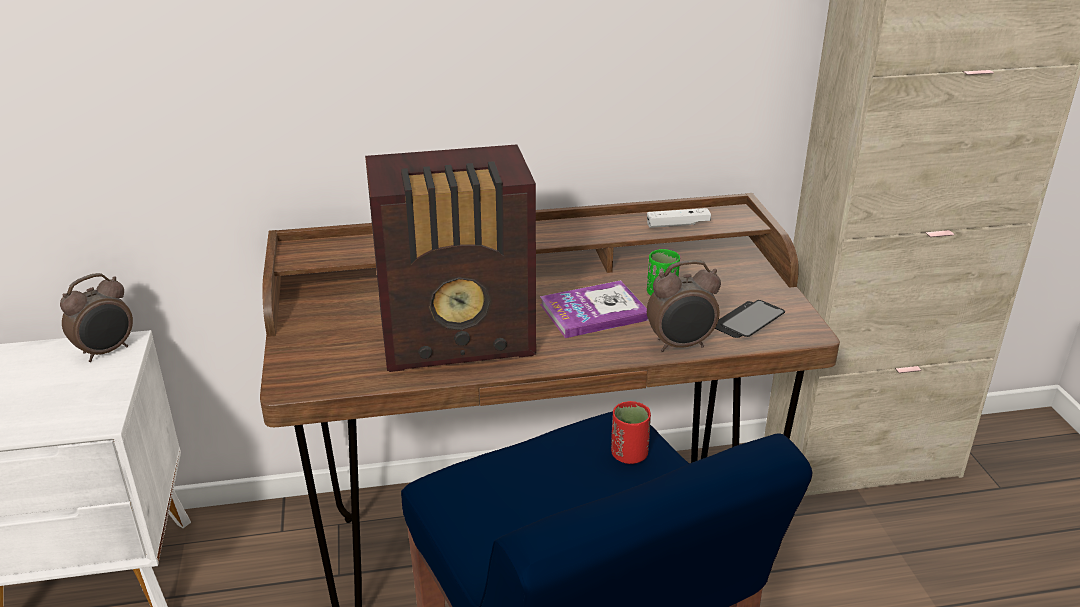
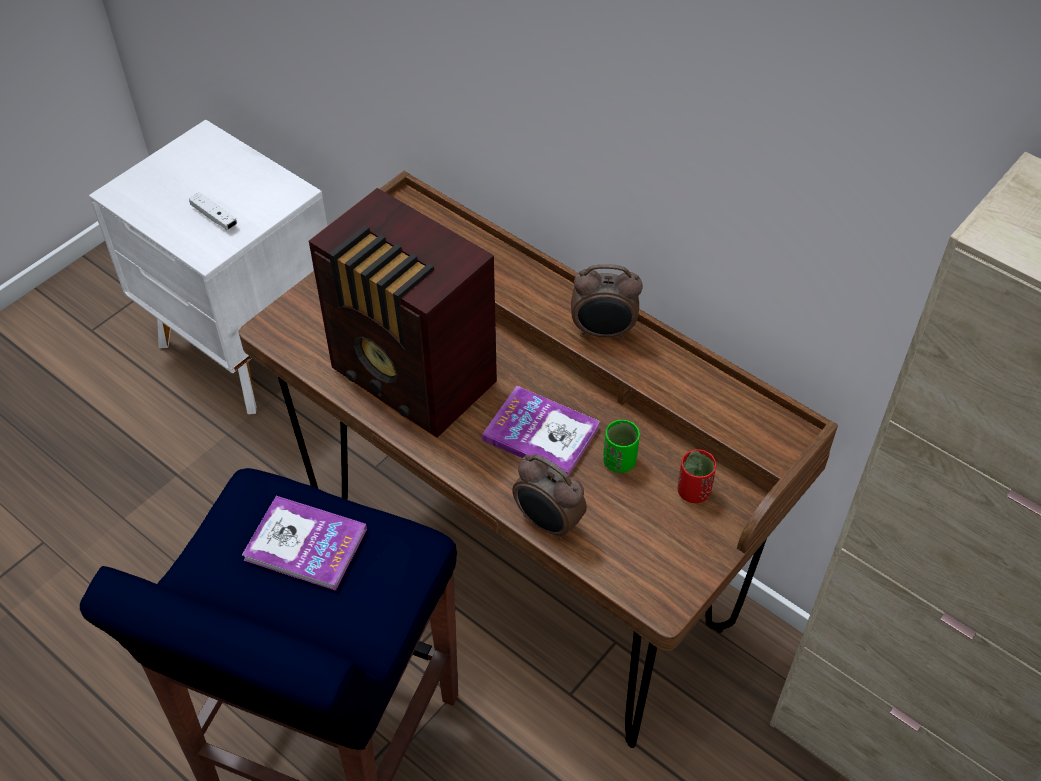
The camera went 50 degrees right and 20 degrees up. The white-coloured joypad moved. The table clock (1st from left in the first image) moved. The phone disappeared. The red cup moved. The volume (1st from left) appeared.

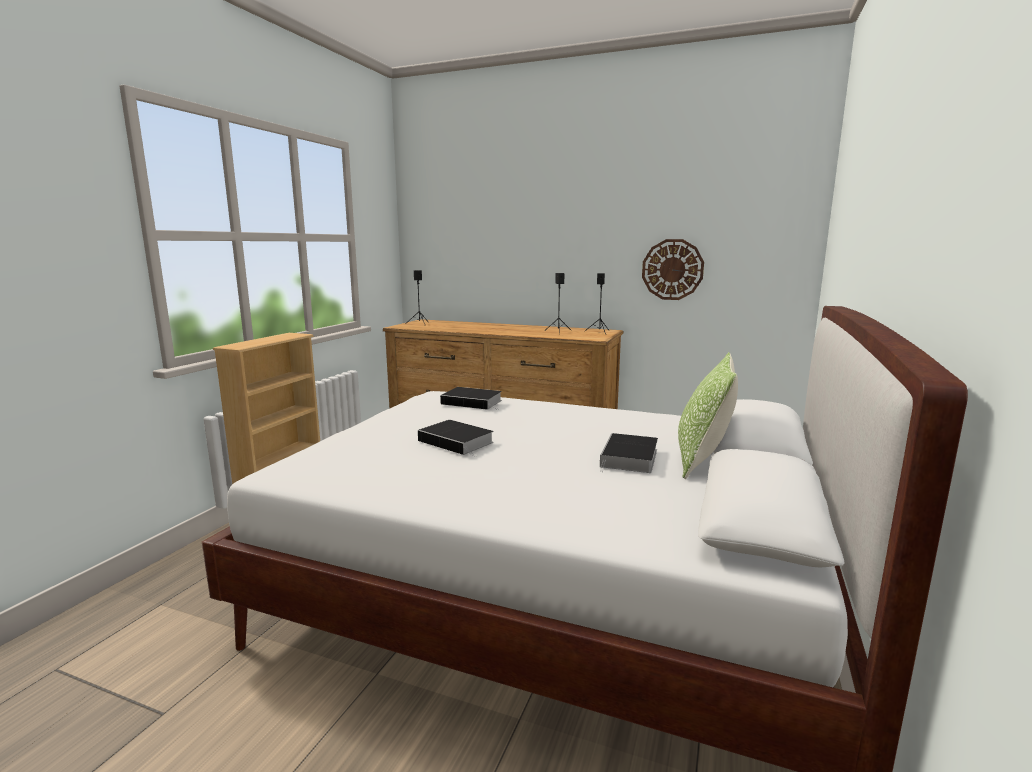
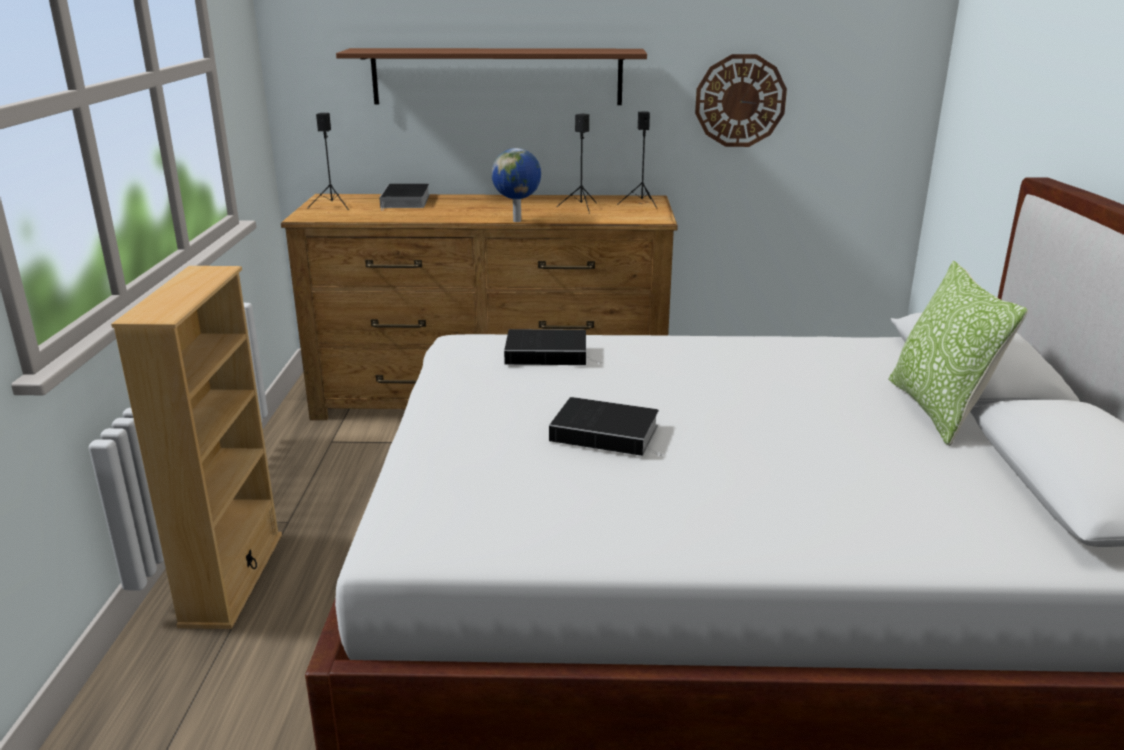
The camera went 20 degrees left and 10 degrees up. The volume (3rd from left in the first image) moved. The brown-coloured wall shelf appeared. The globe appeared.

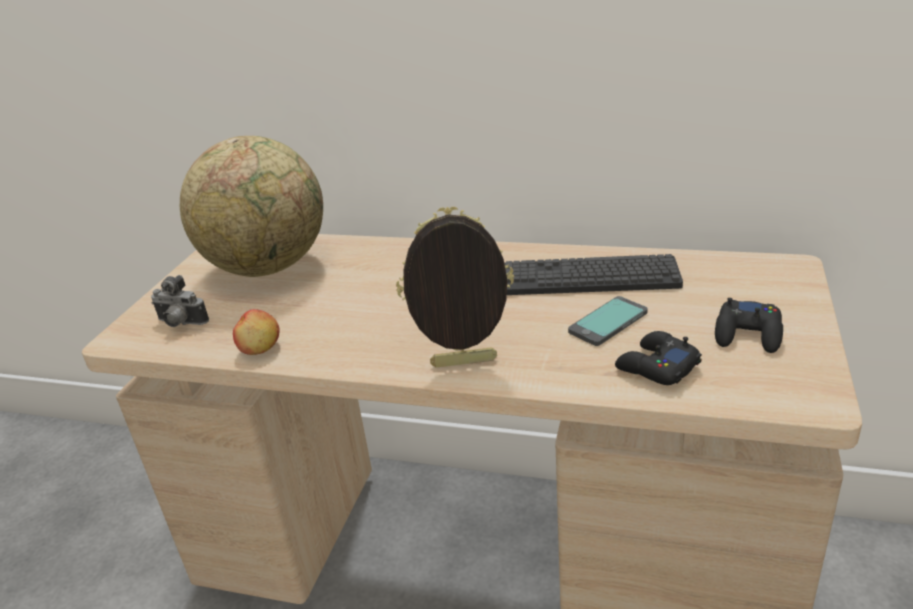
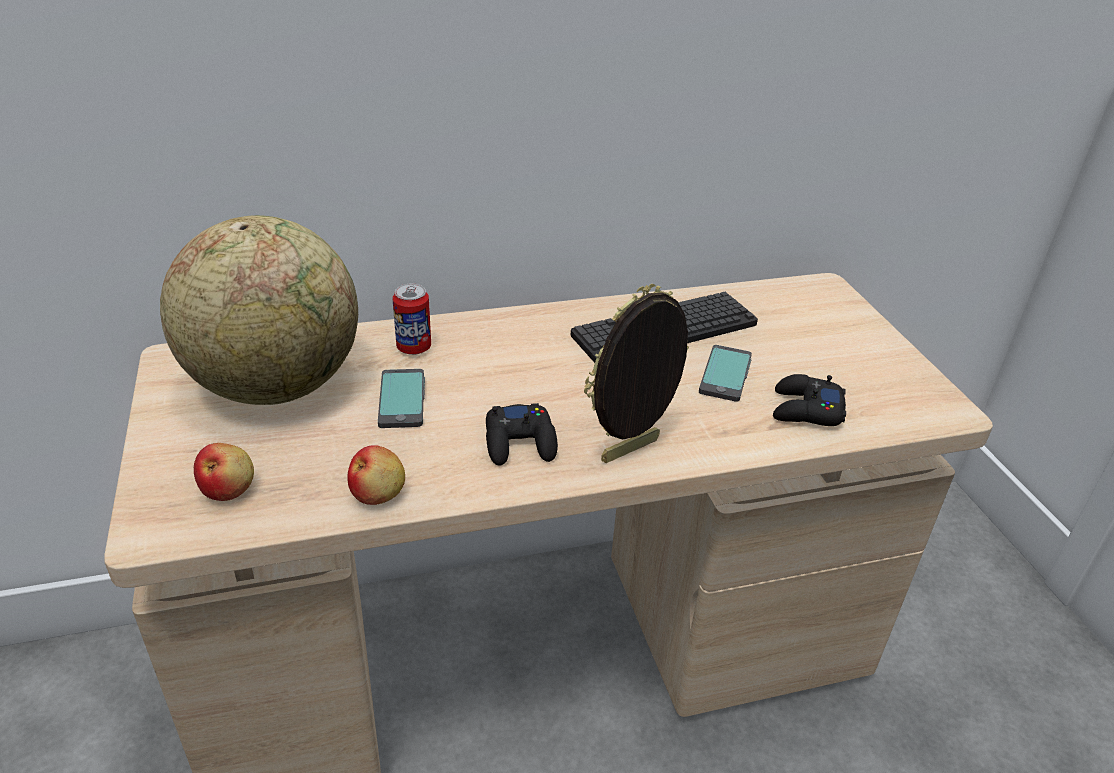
The camera went 35 degrees left and 5 degrees up. The still camera was replaced by the whole apple (1st from left). The blackish joypad (2nd from left in the first image) moved. The metal can appeared. The phone (1st from left) appeared.

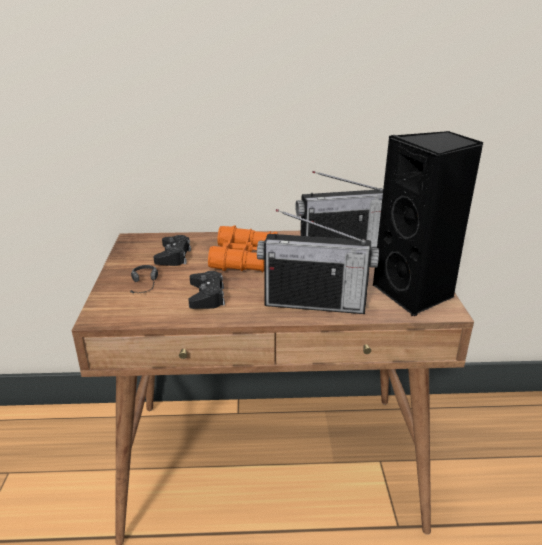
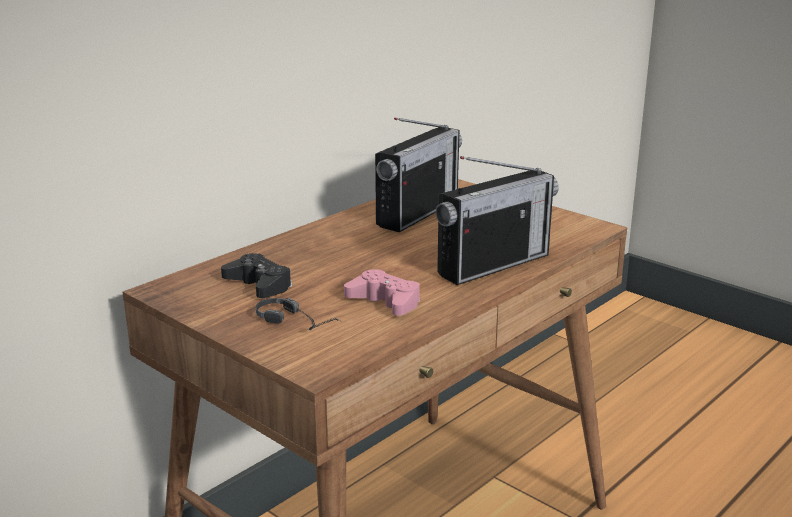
The camera went 45 degrees left and 5 degrees down. The blackish audio speaker disappeared. The orangey binoculars disappeared. The blackish joypad (2nd from left) became the pink-coloured joypad.

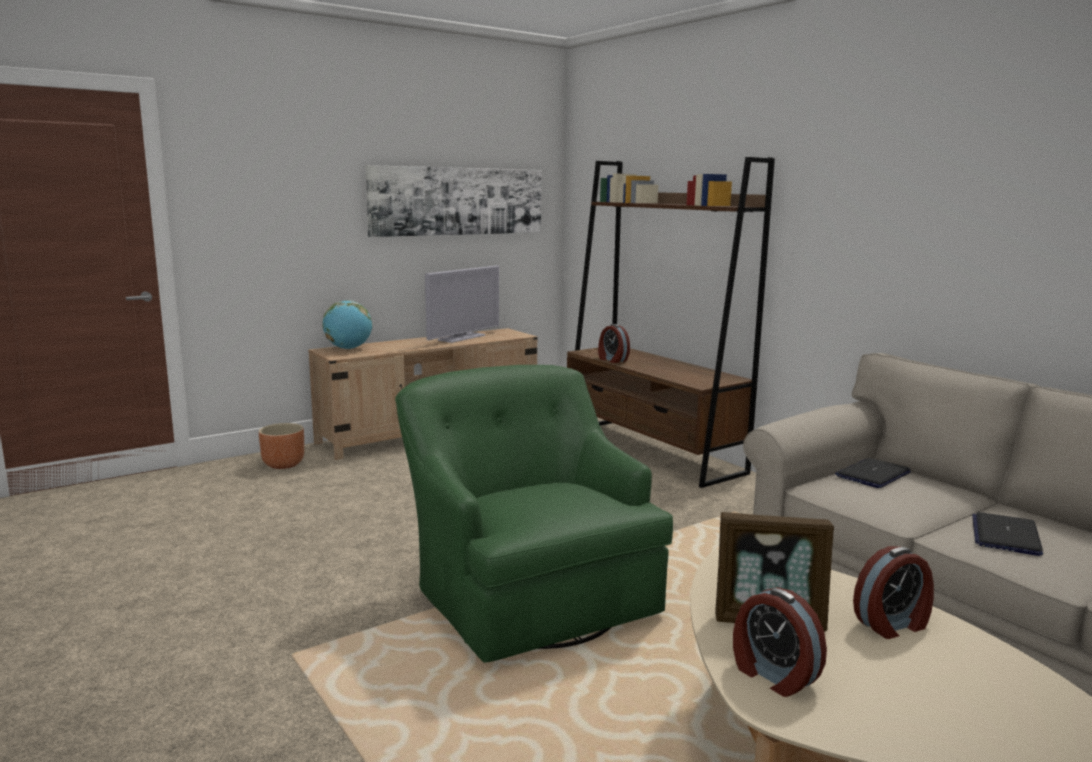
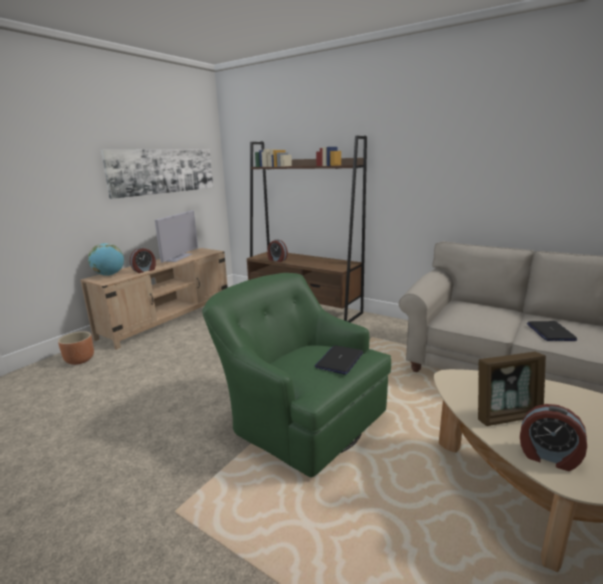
The camera went 20 degrees left and 5 degrees up. The portable computer (1st from left) moved. The table clock (3rd from left in the first image) moved.

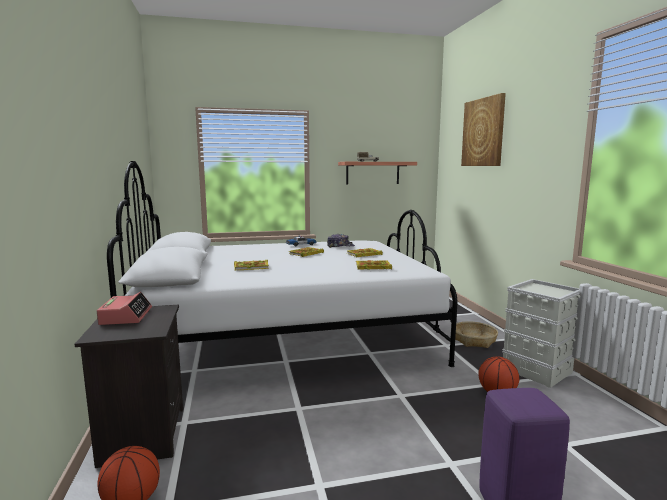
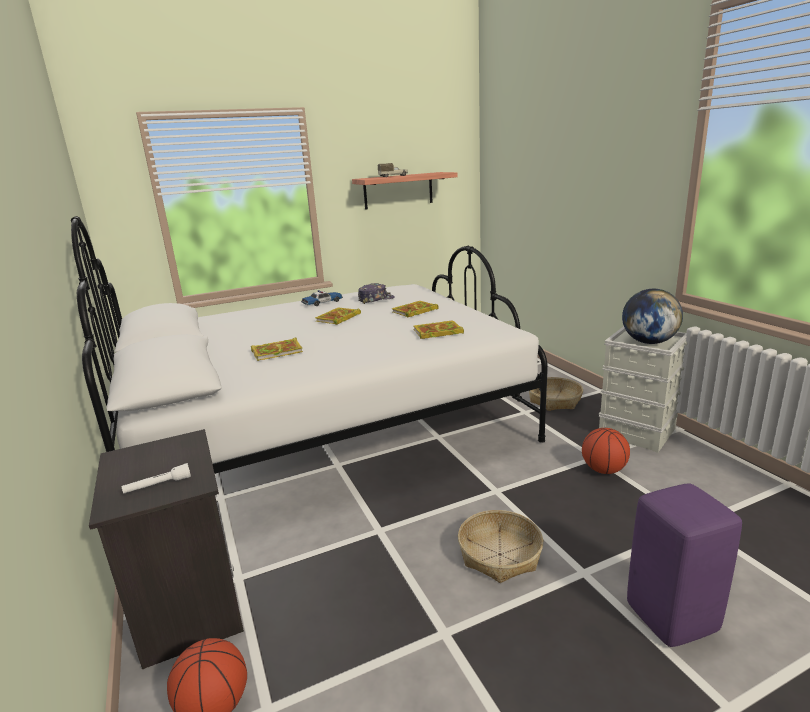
The camera went 10 degrees left and 10 degrees up. The wall picture disappeared. The table clock disappeared. The globe appeared. The white-coloured flashlight appeared. The storage basket (1st from left) appeared.

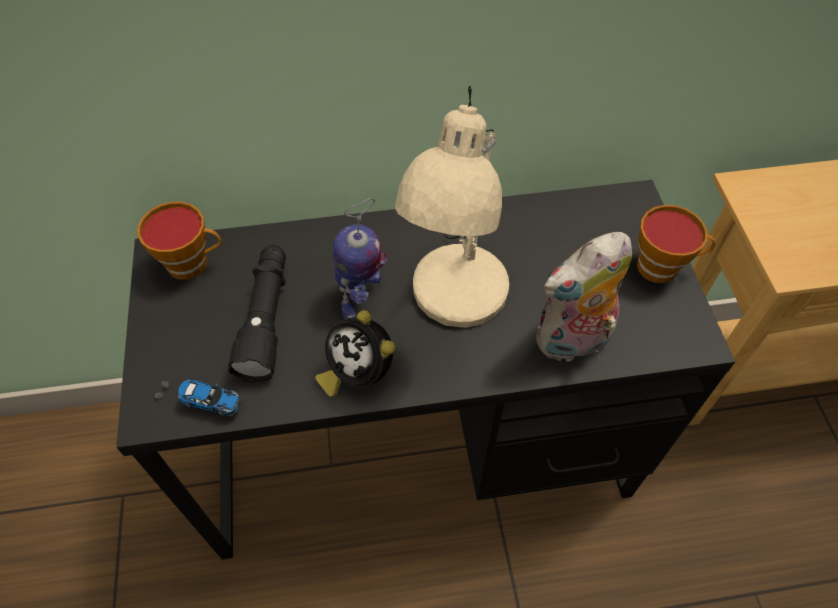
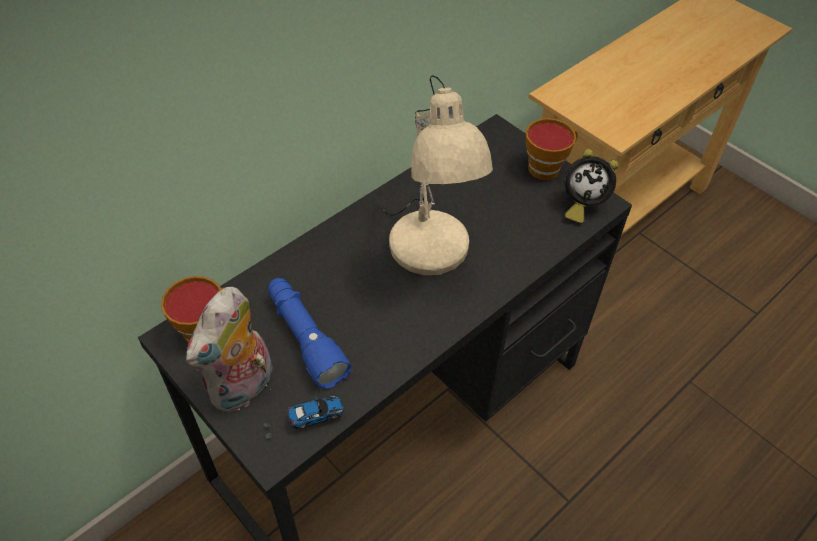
The camera went 35 degrees left and 5 degrees down. The model robot disappeared. The soft toy moved. The blackish flashlight became the blue flashlight. The table clock moved.

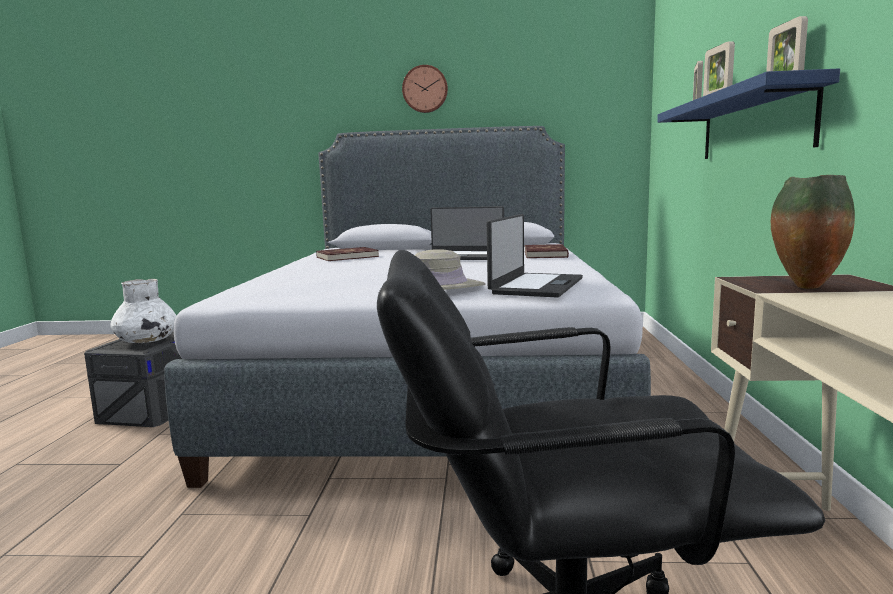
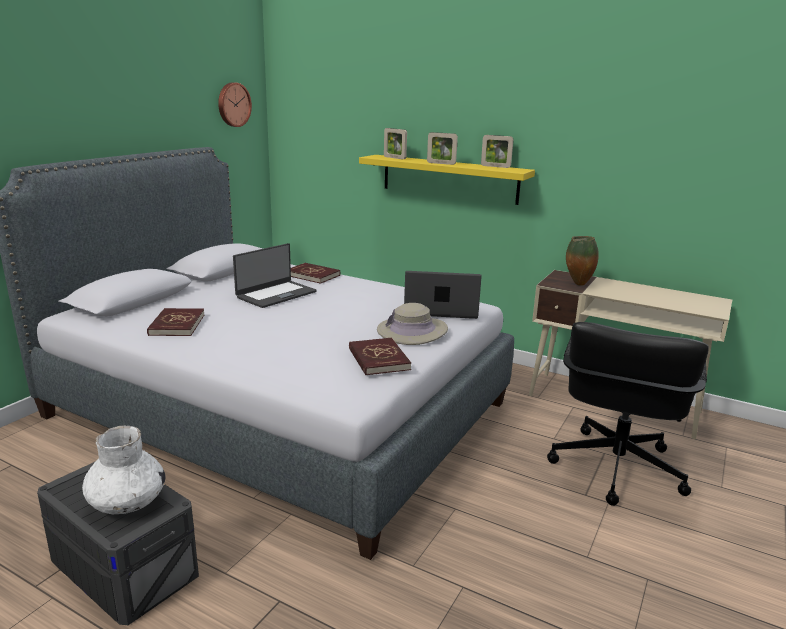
The camera went 65 degrees left and 10 degrees up. The hanging clock moved. The blue wall shelf became the yellow wall shelf. The portable computer (2nd from left) turned 45 degrees counterclockwise. The red volume (3rd from left) appeared.

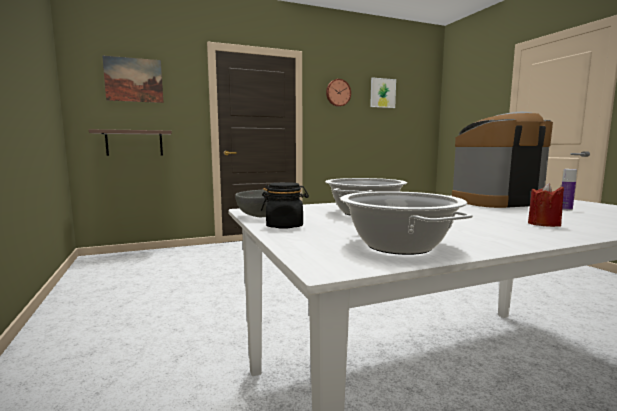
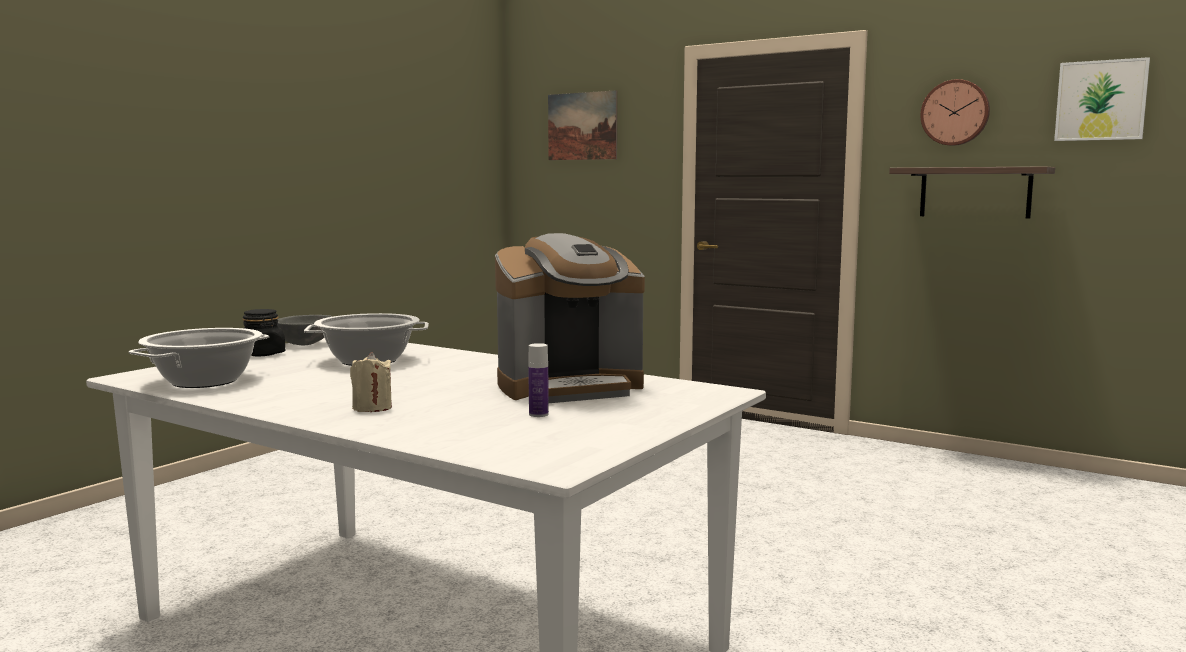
The camera went 55 degrees right and 0 degrees up. The coffee machine turned 120 degrees clockwise. The wall shelf moved. The red wax candle became the sand-coloured wax candle.

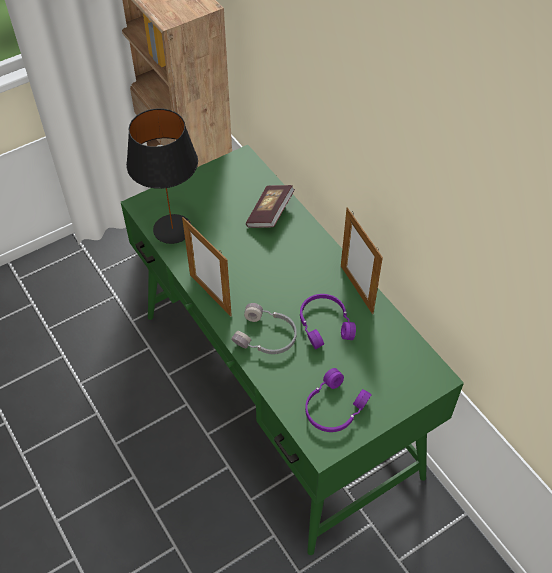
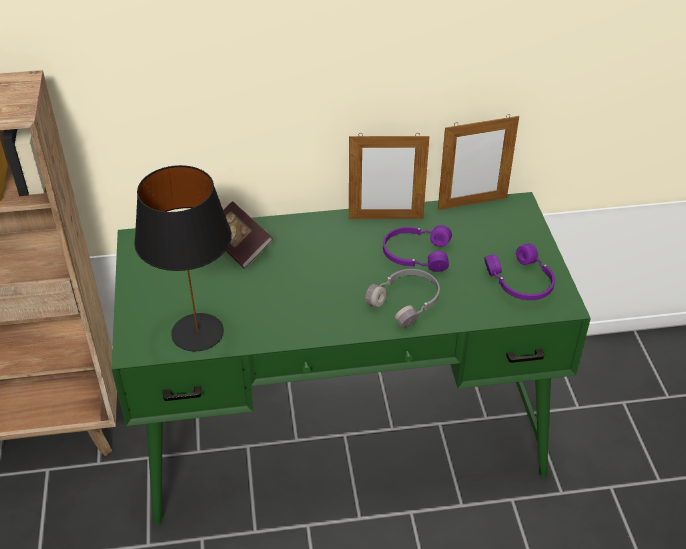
The camera went 65 degrees left and 10 degrees down. The picture frame (1st from left in the first image) moved.

